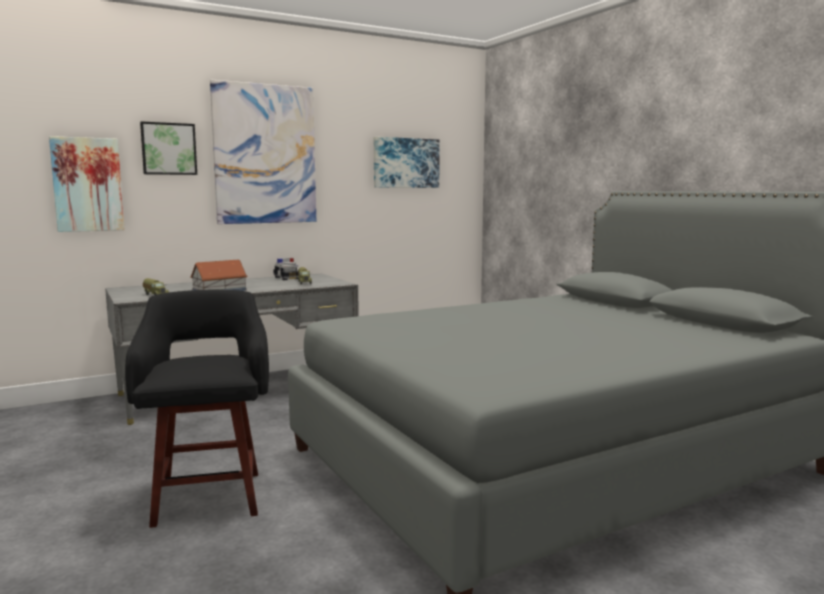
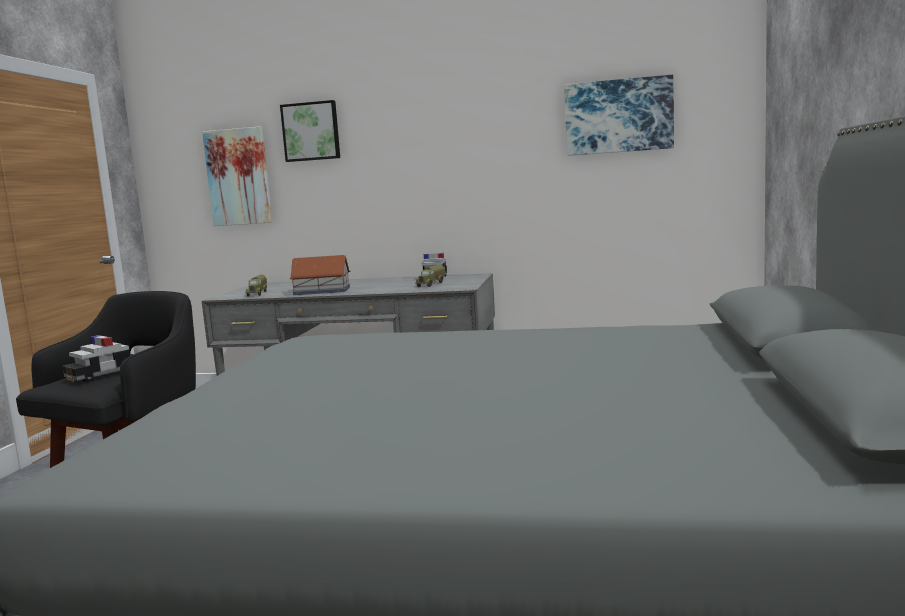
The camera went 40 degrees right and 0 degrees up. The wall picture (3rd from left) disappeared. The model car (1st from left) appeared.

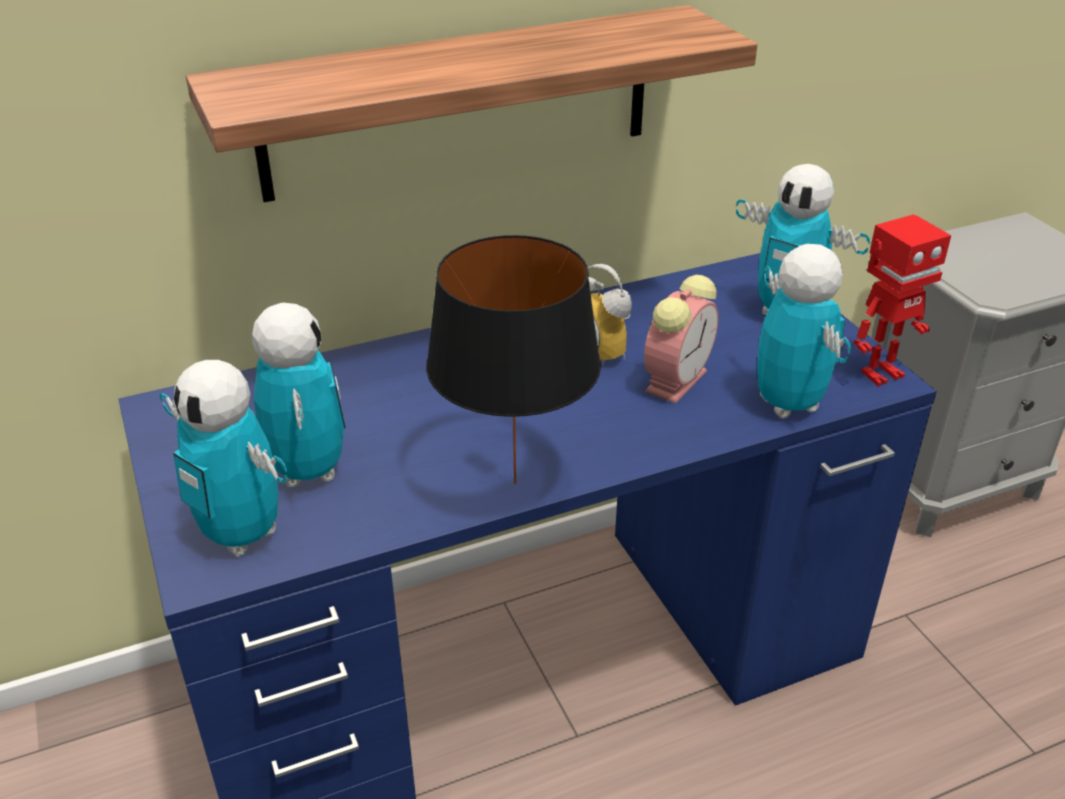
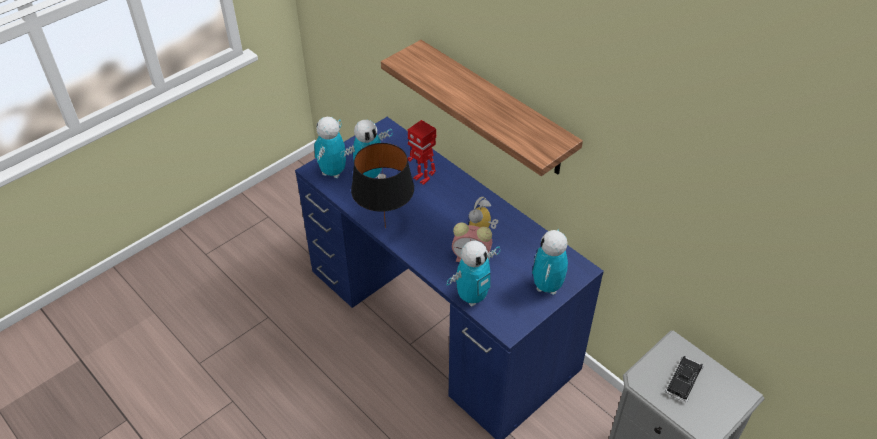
The camera went 70 degrees right and 10 degrees up. The model robot (5th from left in the first image) moved. The blackish model car appeared.

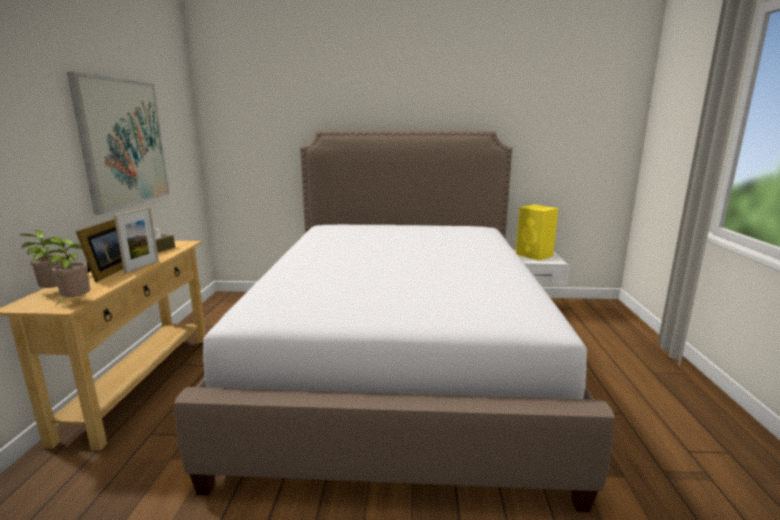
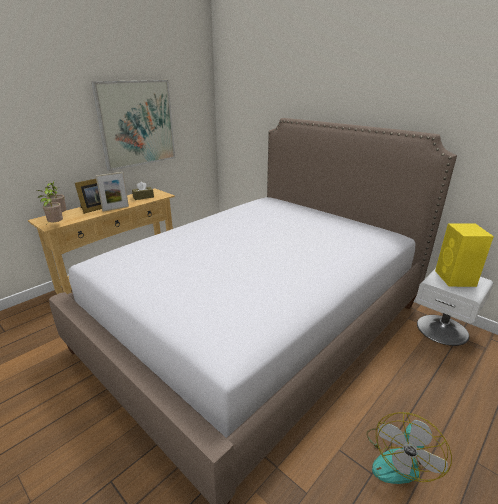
The camera went 40 degrees right and 10 degrees up. The electric fan appeared.

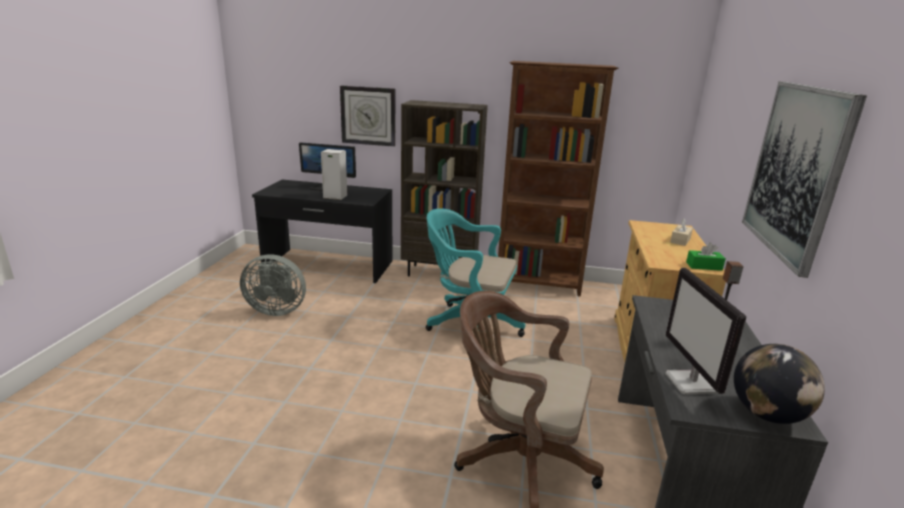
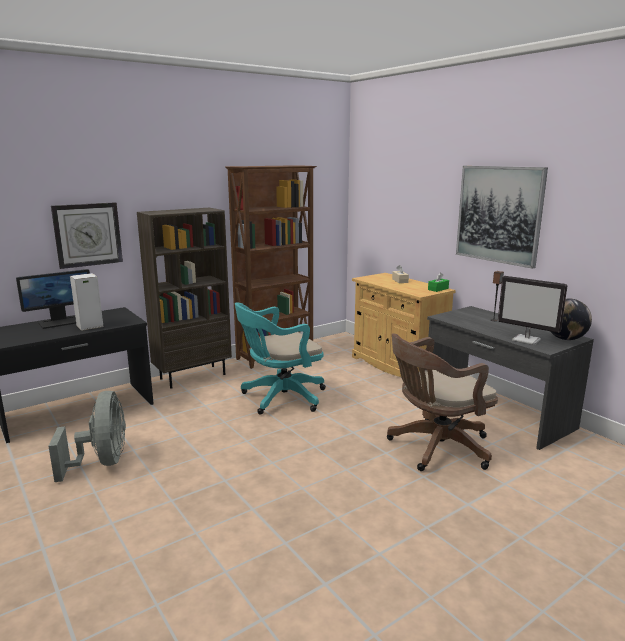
The camera went 45 degrees left and 5 degrees down. The grey electric fan turned 60 degrees counterclockwise.

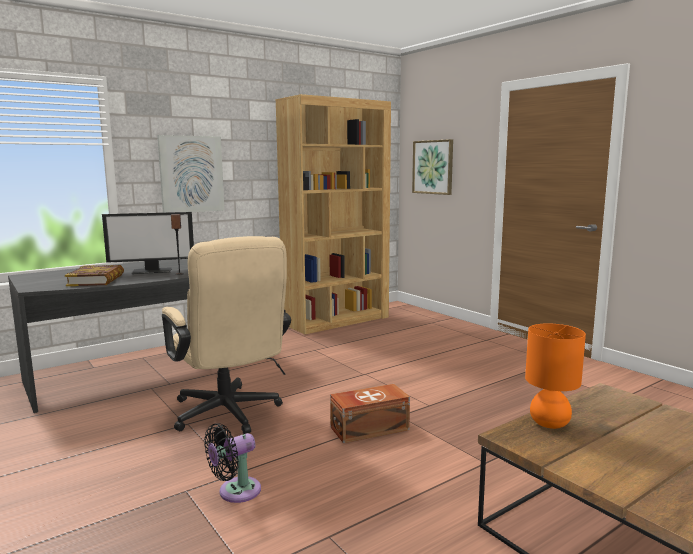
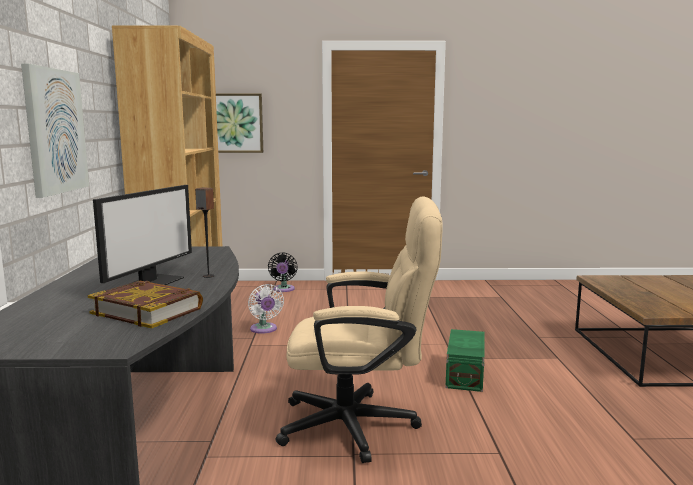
The camera went 55 degrees left and 0 degrees up. The orangey tabletop lamp disappeared. The brown-coloured storage container became the greenish storage container. The blackish electric fan moved. The white-coloured electric fan appeared.

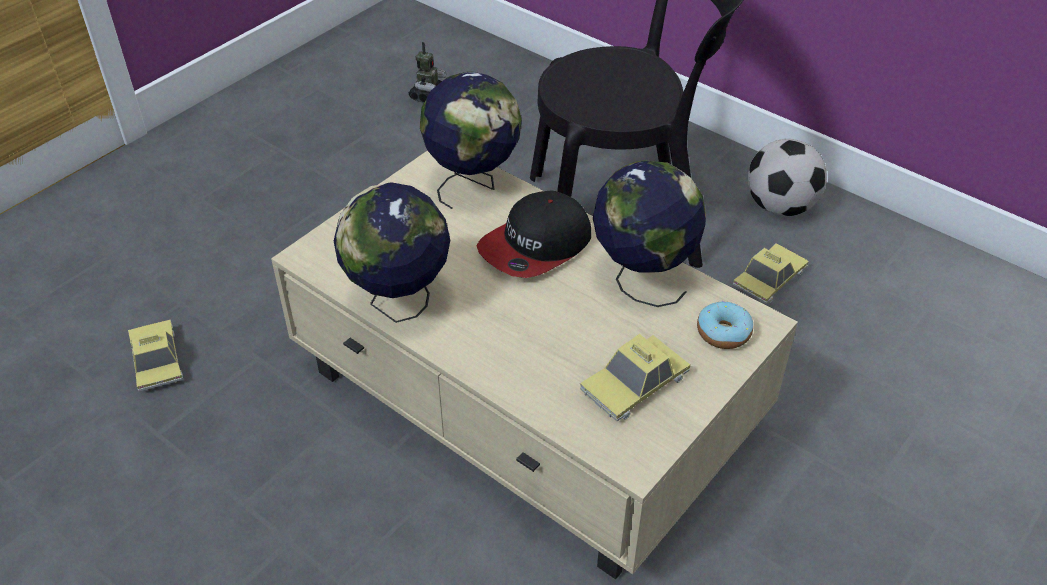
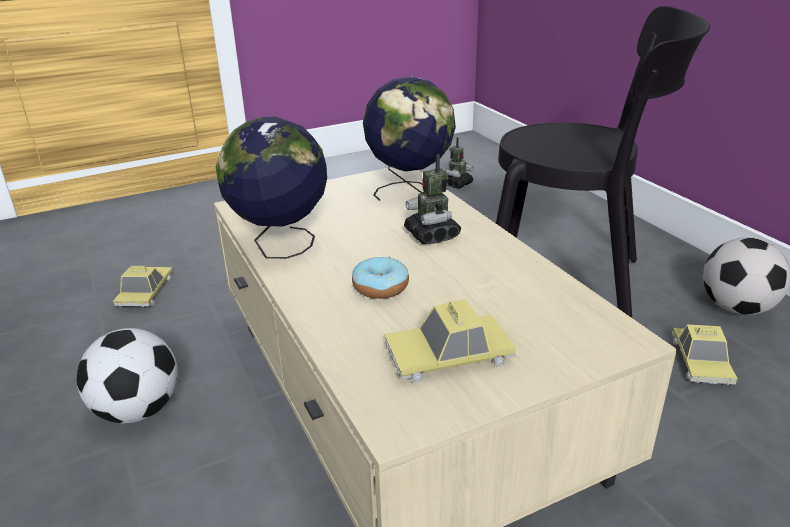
The camera went 25 degrees right and 15 degrees down. The globe (3rd from left) disappeared. The peaked cap was replaced by the model robot (1st from left). The model car (3rd from left) turned 120 degrees clockwise. The ring doughnut moved. The ball for football (1st from left) appeared.

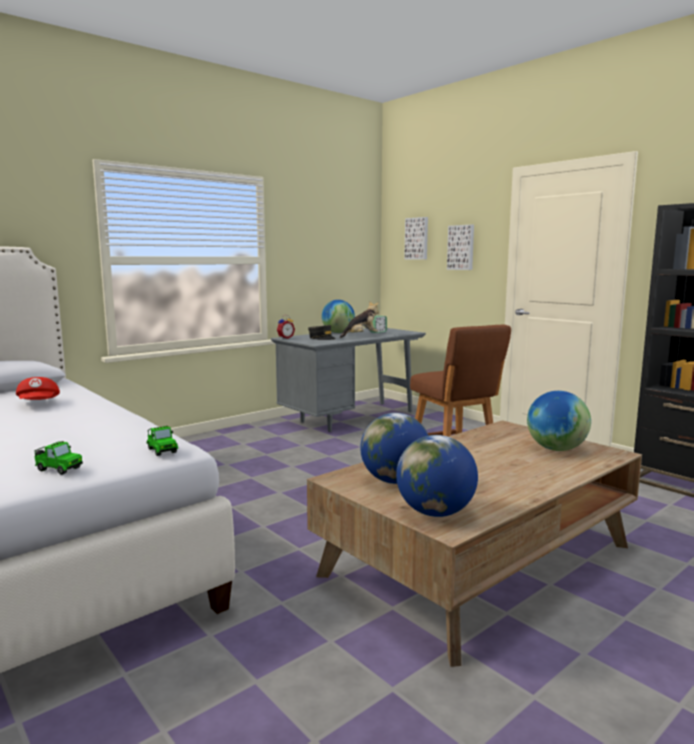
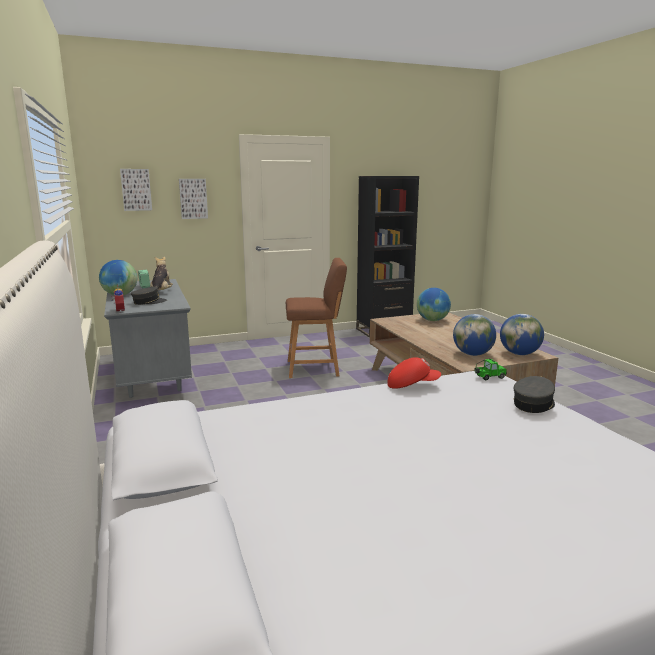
The camera went 70 degrees left and 5 degrees up. The red peaked cap moved. The model car (1st from left) was replaced by the grey peaked cap (2nd from left).

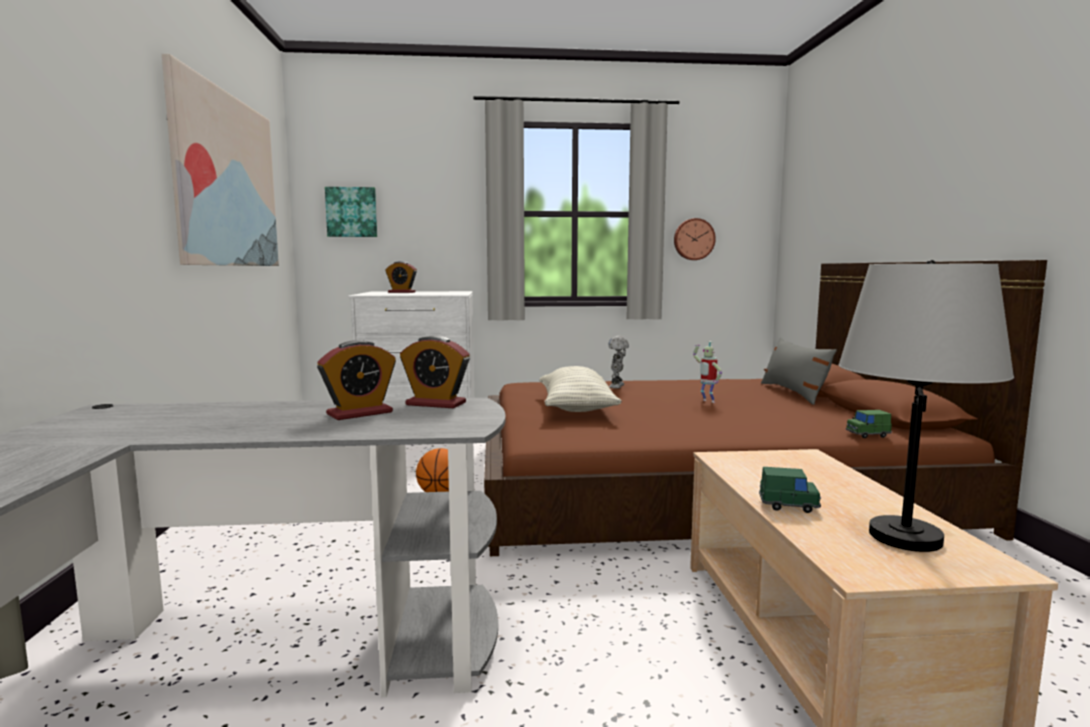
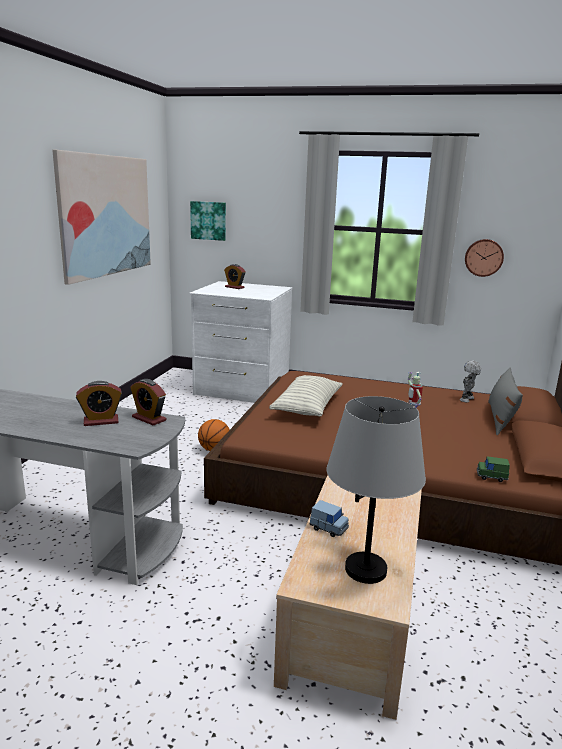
The camera went 20 degrees right and 10 degrees up. The model robot (1st from left in the first image) moved. The greenish model car (1st from left) became the blue model car.

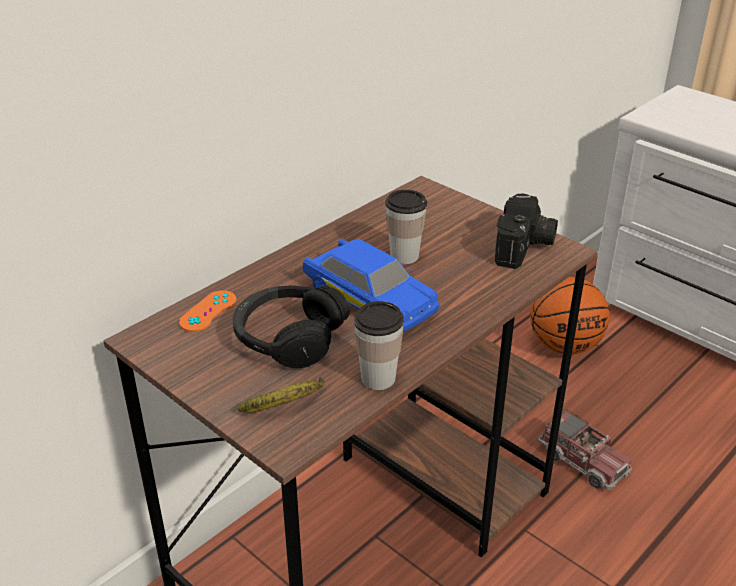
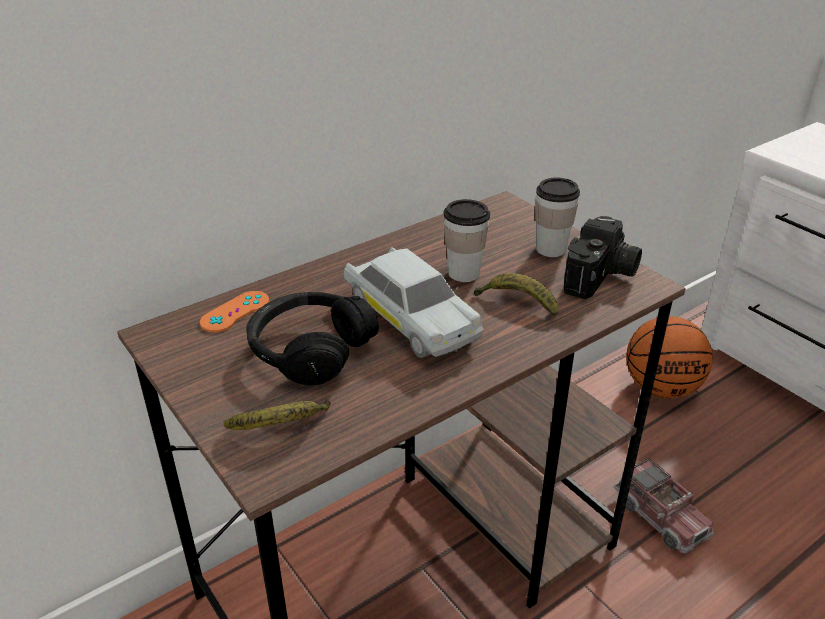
The camera went 10 degrees right and 0 degrees up. The blue model car became the white-coloured model car. The cup (1st from left in the first image) moved. The banana (2nd from left) appeared.

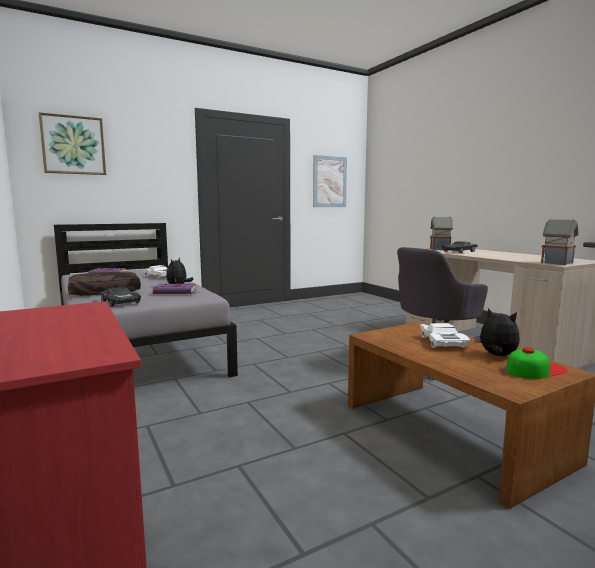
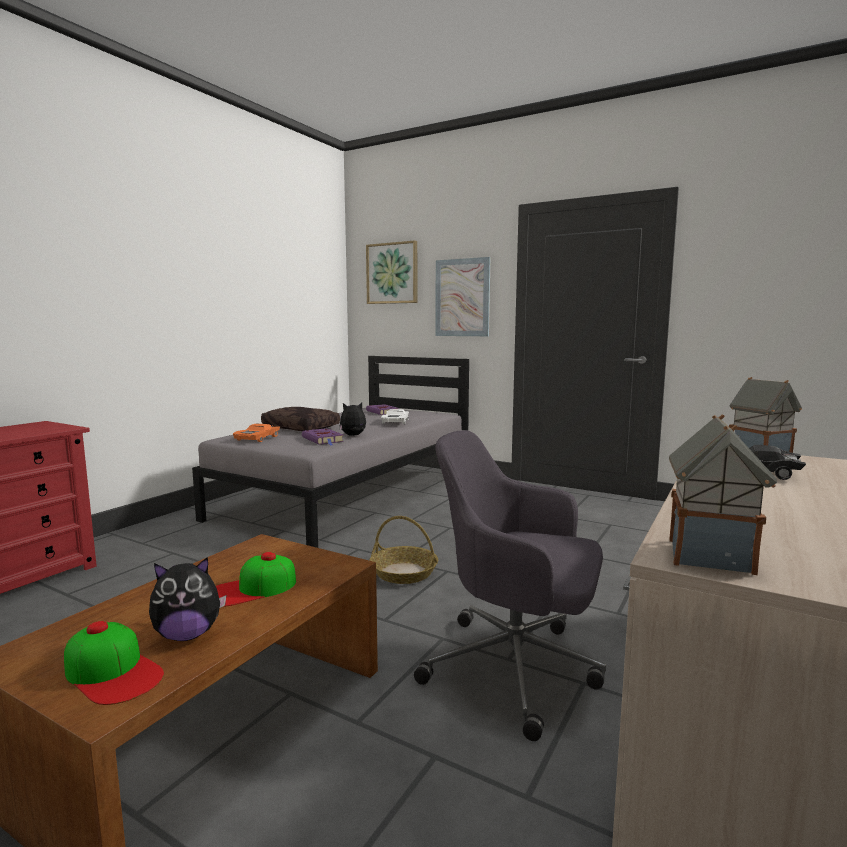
The camera went 60 degrees right and 0 degrees up. The wall picture (2nd from left) moved. The blackish model car (1st from left) became the orangey model car. The soft toy (2nd from left in the first image) turned 60 degrees clockwise. The white-coloured model car (2nd from left) was replaced by the peaked cap (2nd from left). The storage basket appeared.

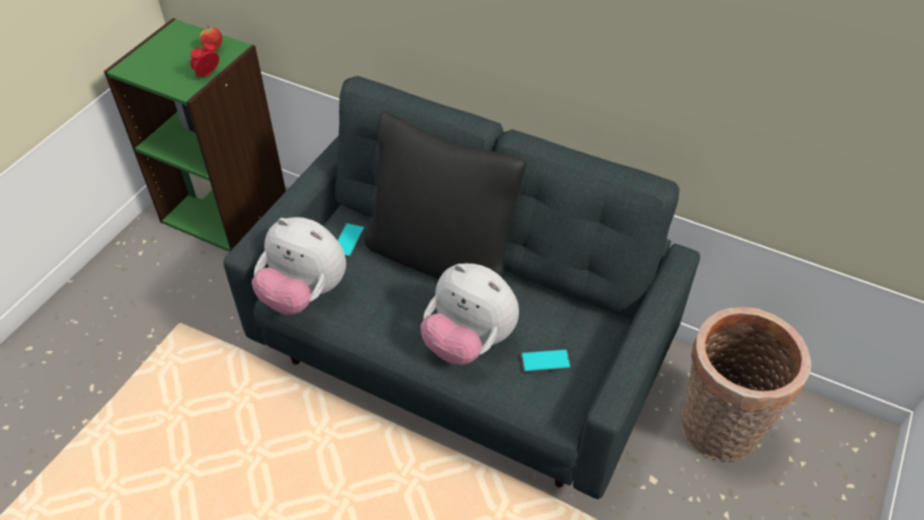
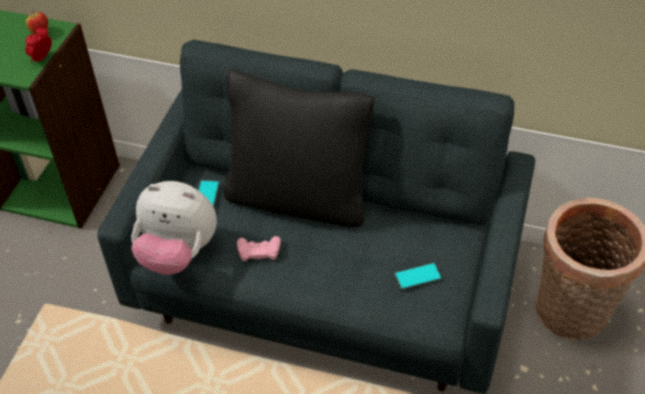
The camera went 10 degrees left and 0 degrees up. The soft toy (2nd from left) disappeared. The pink-coloured joypad appeared.

